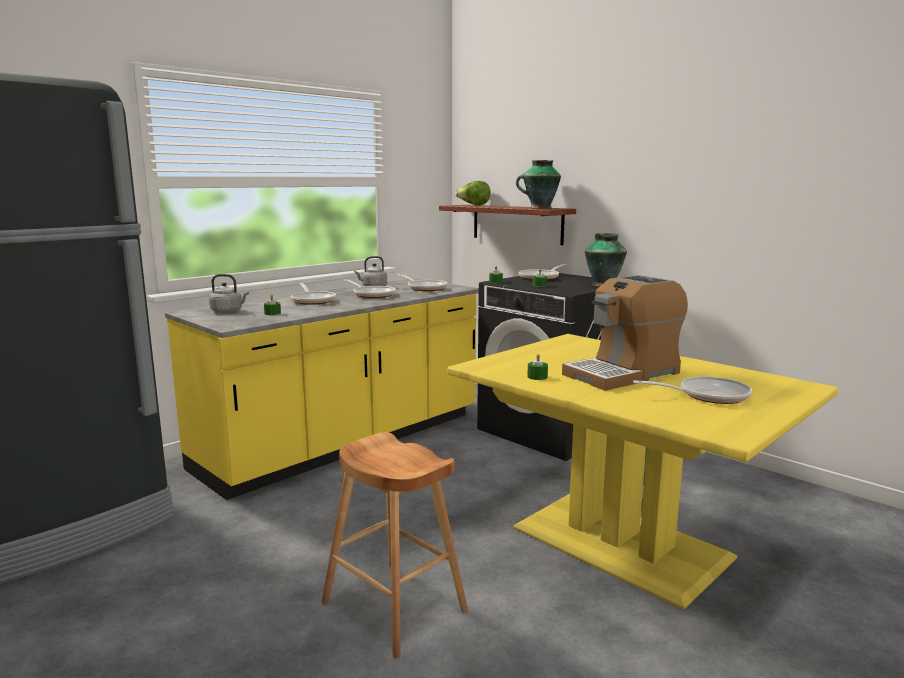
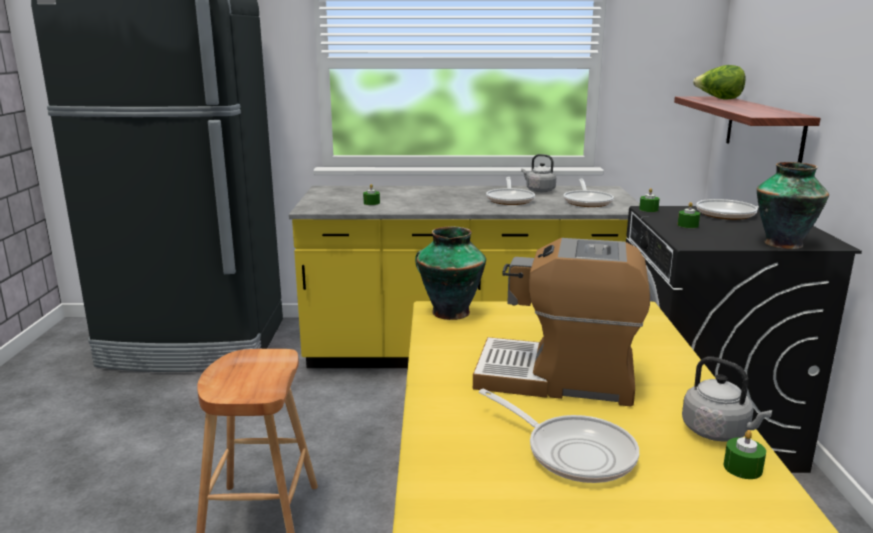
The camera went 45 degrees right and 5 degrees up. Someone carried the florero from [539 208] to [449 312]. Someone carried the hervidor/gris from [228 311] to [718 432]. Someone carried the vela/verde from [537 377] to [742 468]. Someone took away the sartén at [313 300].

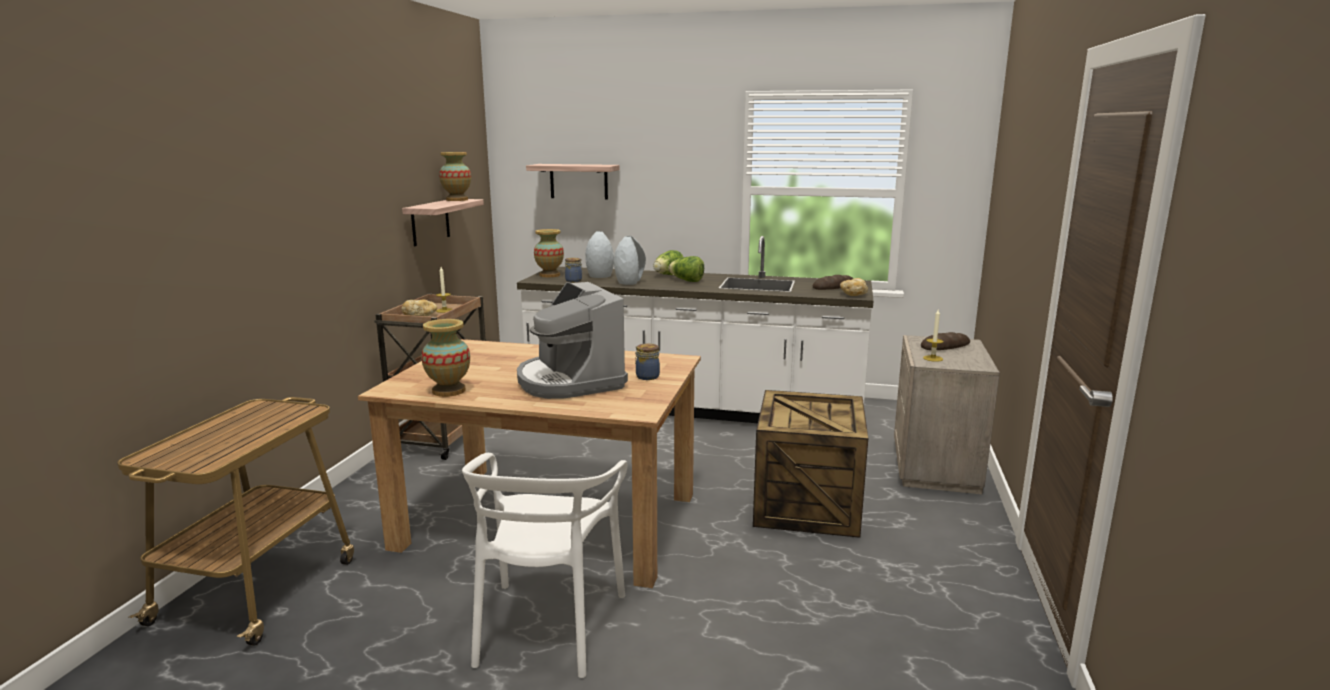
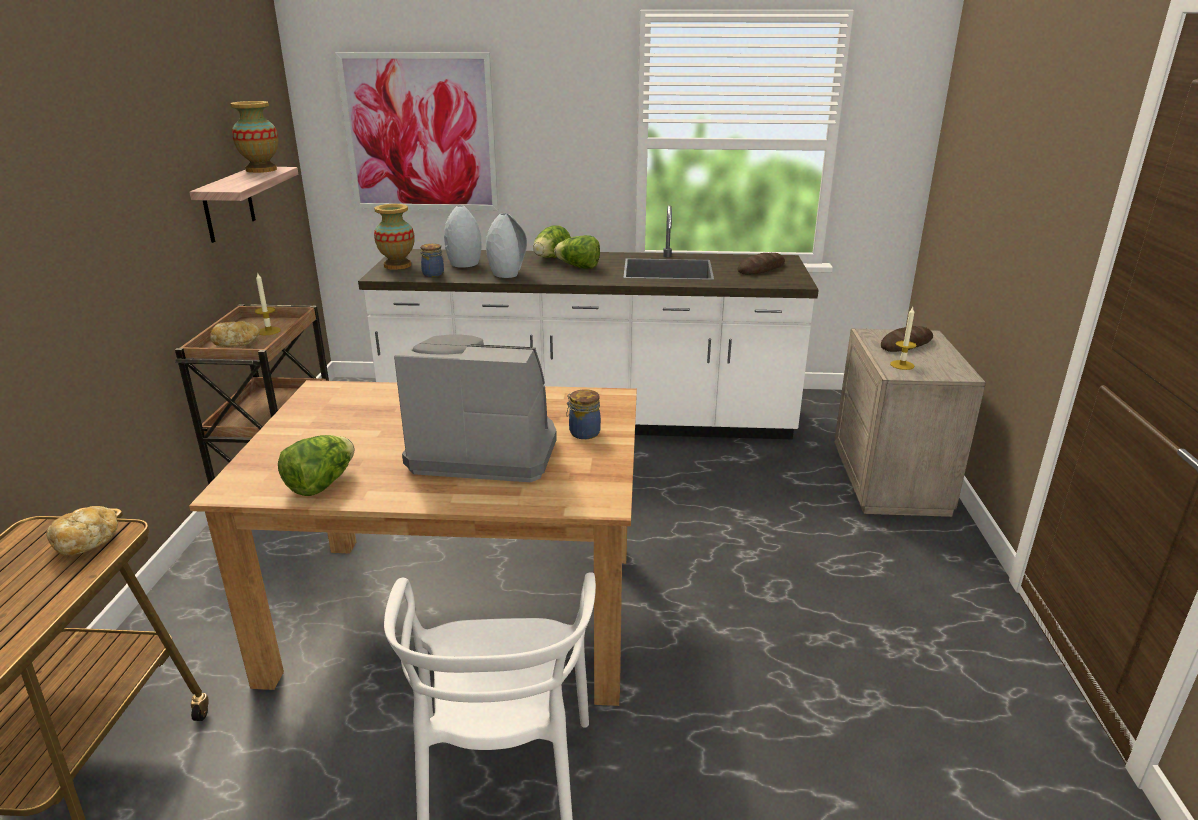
The camera went 10 degrees left and 10 degrees up. Someone carried the pan from [853 295] to [87 543]. Someone swapped the florero at [448 391] for the lechuga at [321 484]. Someone swapped the estante at [578 181] for the cuadro at [420 133]. Someone rotated the cafetera at [569 381] by 135 degrees clockwise. Someone took away the caja de embalaje at [805 503].

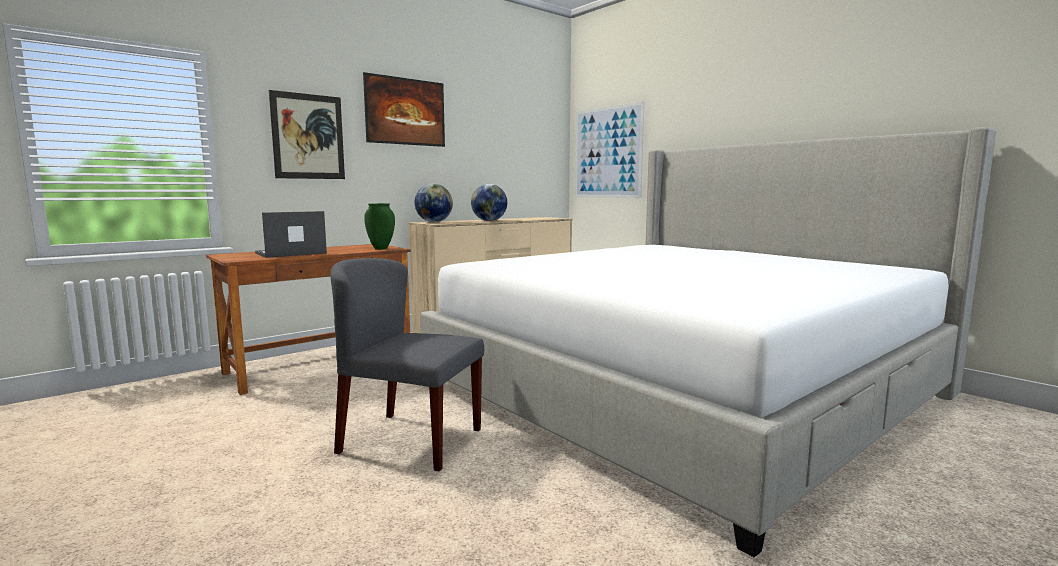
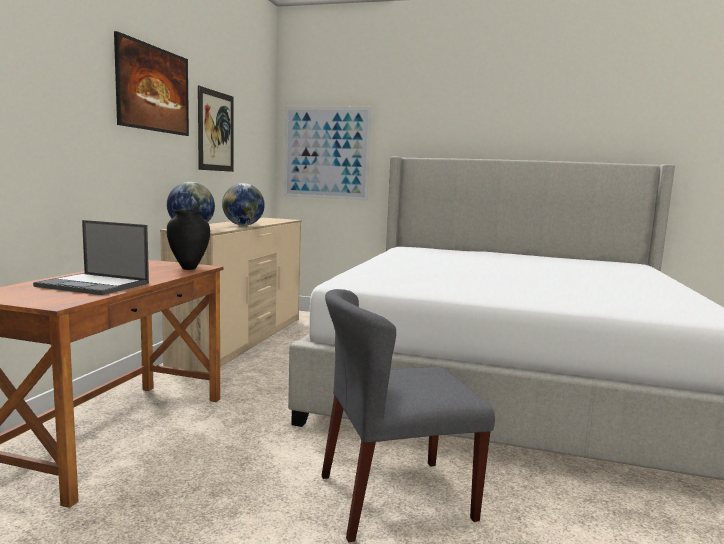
The camera went 35 degrees left and 0 degrees up. Someone rotated the portátil at [290 253] by 90 degrees counterclockwise. Someone repainted the florero/verde at [380 249], which became the florero/negro at [188 268]. Someone carried the cuadro from [308 136] to [216 131].

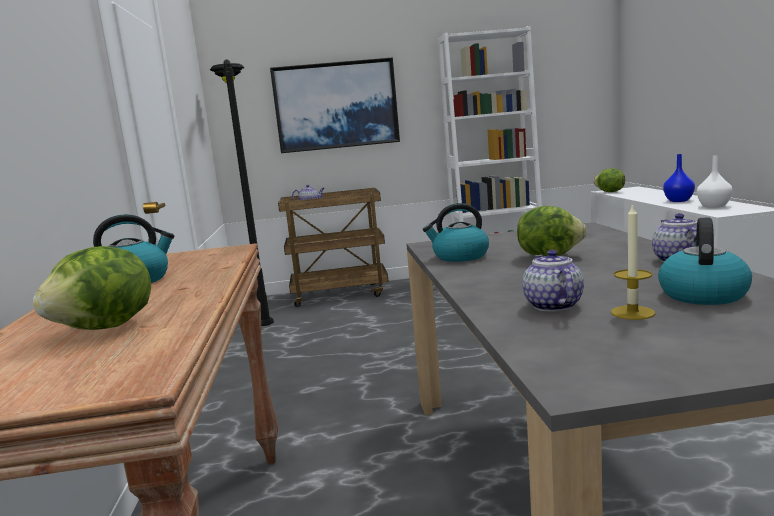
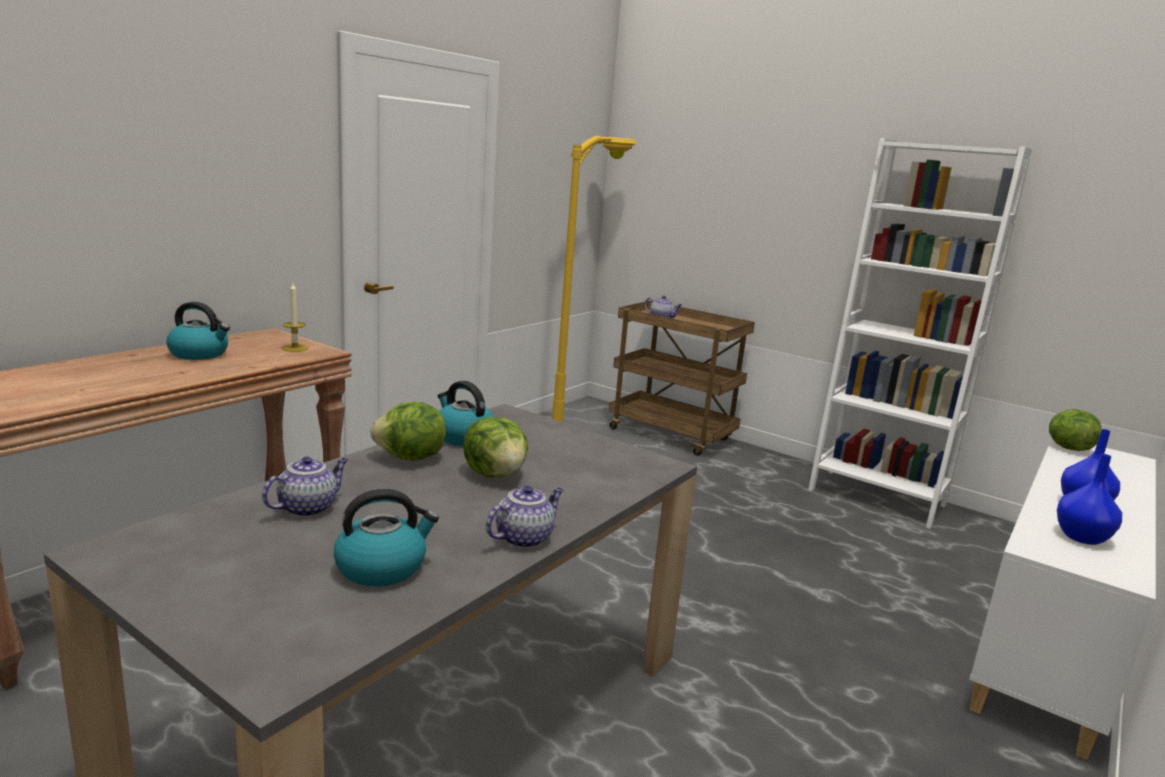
The camera went 40 degrees right and 5 degrees up. Someone carried the vela from [632 312] to [295 348]. Someone carried the lechuga from [107 328] to [410 458]. Someone repainted the lámpara de pie/negro at [262 309], which became the lámpara de pie/amarillo at [584 416]. Someone repainted the florero/blanco at [713 206], which became the florero/azul at [1082 537]. Someone took away the cuadro at [336 106].

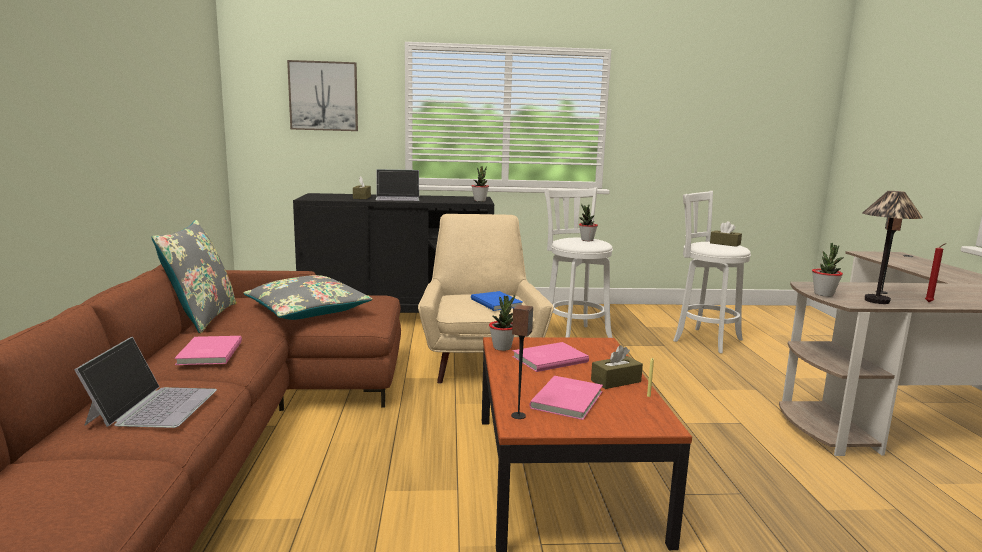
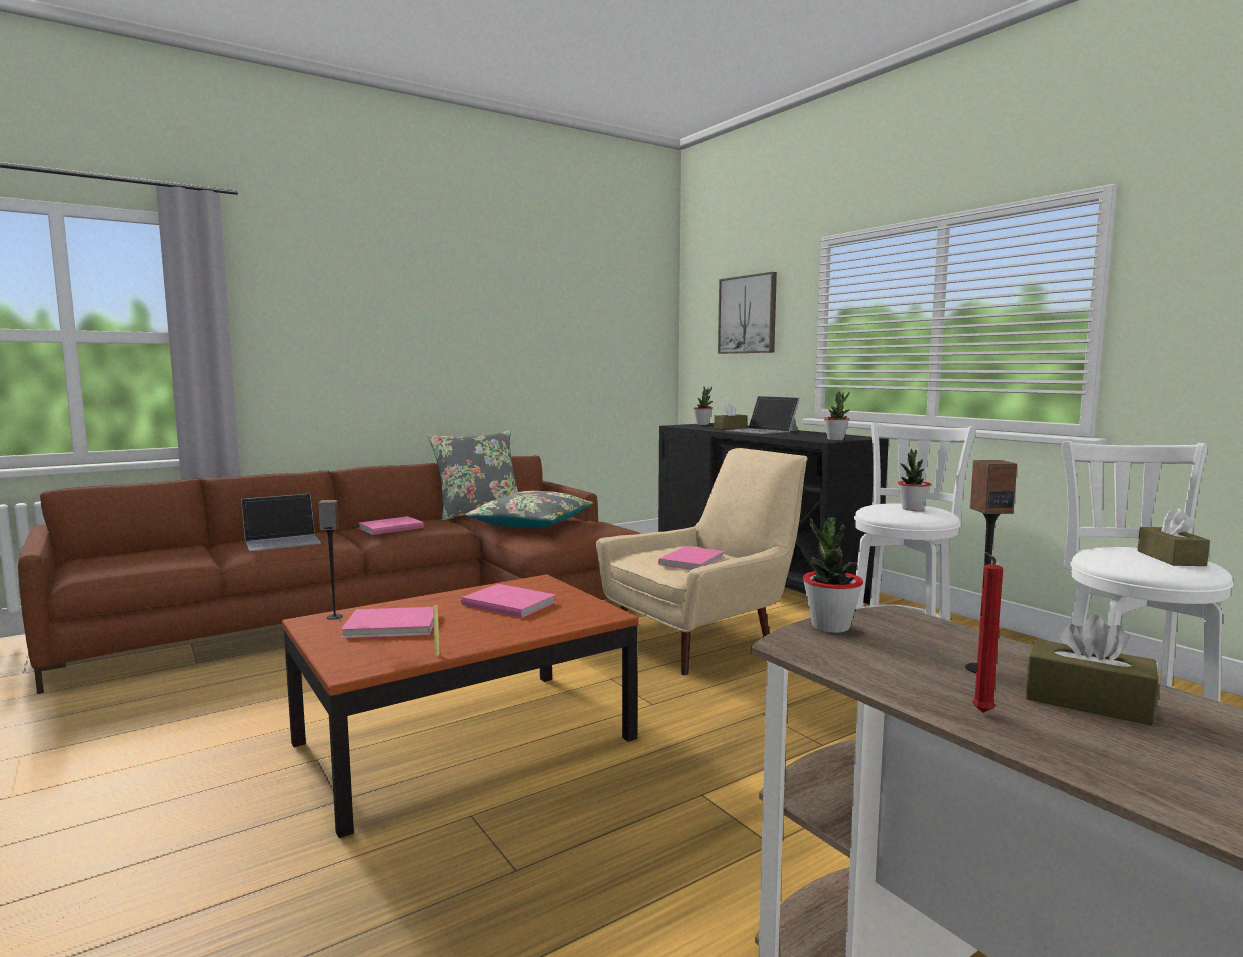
The camera went 60 degrees right and 5 degrees down. Someone repainted the libro/azul at [497 302], which became the libro/rosa at [694 561]. Someone carried the planta en maceta from [502 347] to [702 424]. Someone carried the caja de pañuelos/marrón from [616 381] to [1088 701]. Someone took away the lámpara de mesa at [877 301].

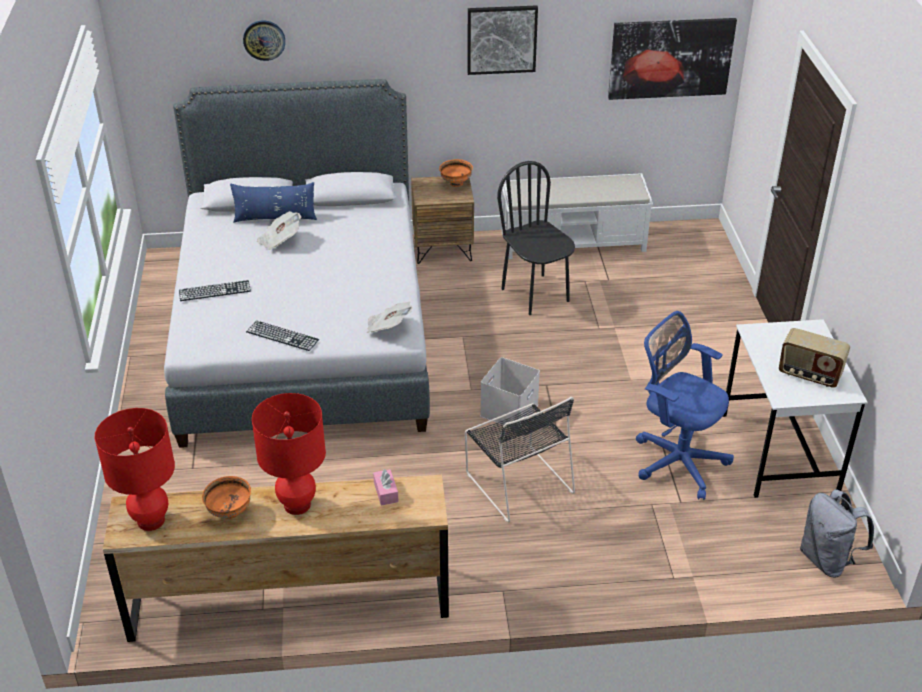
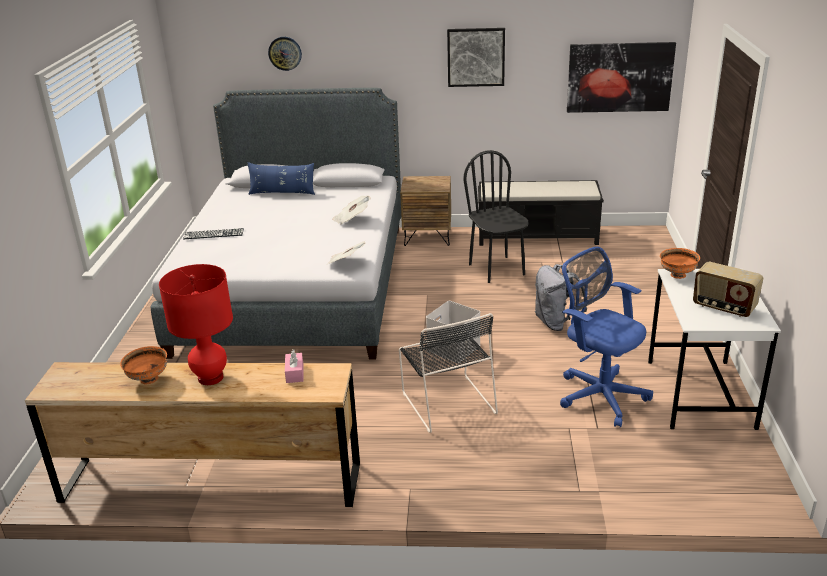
The camera went 10 degrees right and 10 degrees down. Someone carried the periódico from [280 240] to [351 219]. Someone repainted the banco/blanco at [574 242], which became the banco/negro at [538 236]. Someone carried the mochila/gris from [827 560] to [556 323]. Someone carried the cuenco/naranja from [456 184] to [677 275]. Someone took away the lámpara de mesa/rojo at [151 520]. Someone took away the teclado at [282 336].

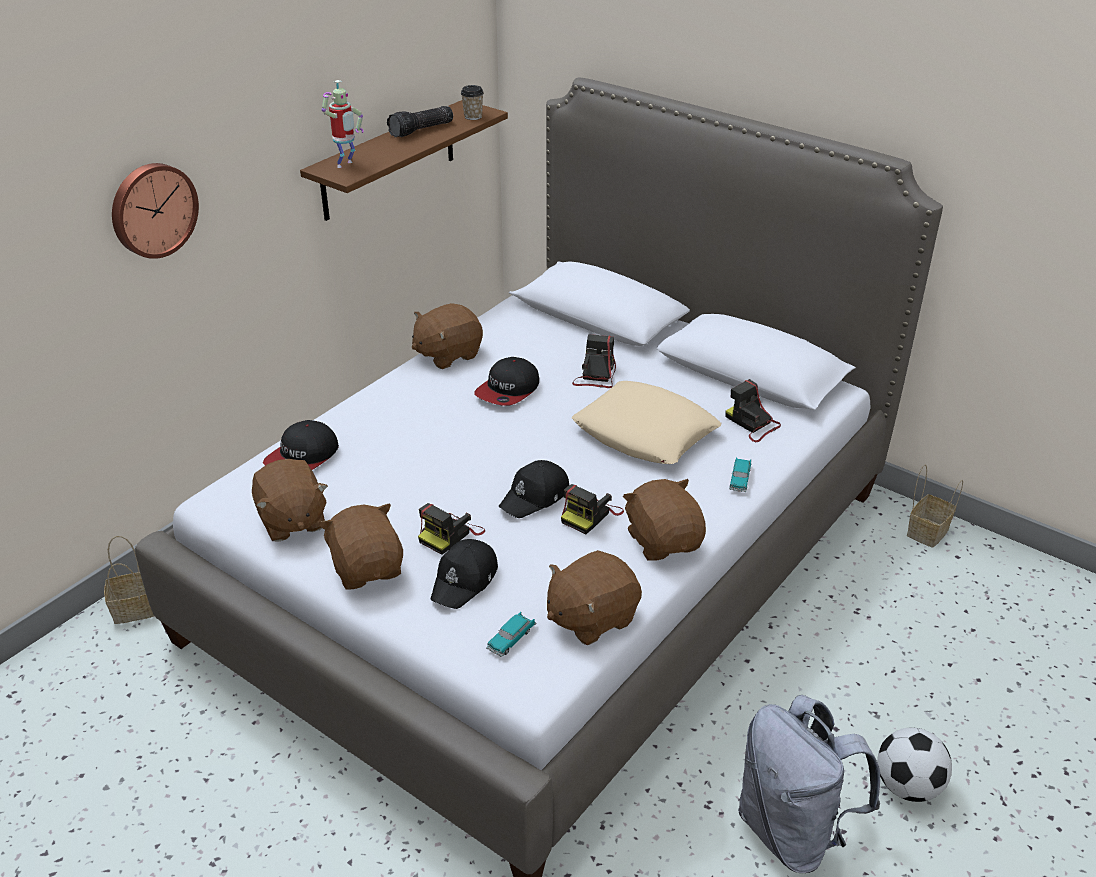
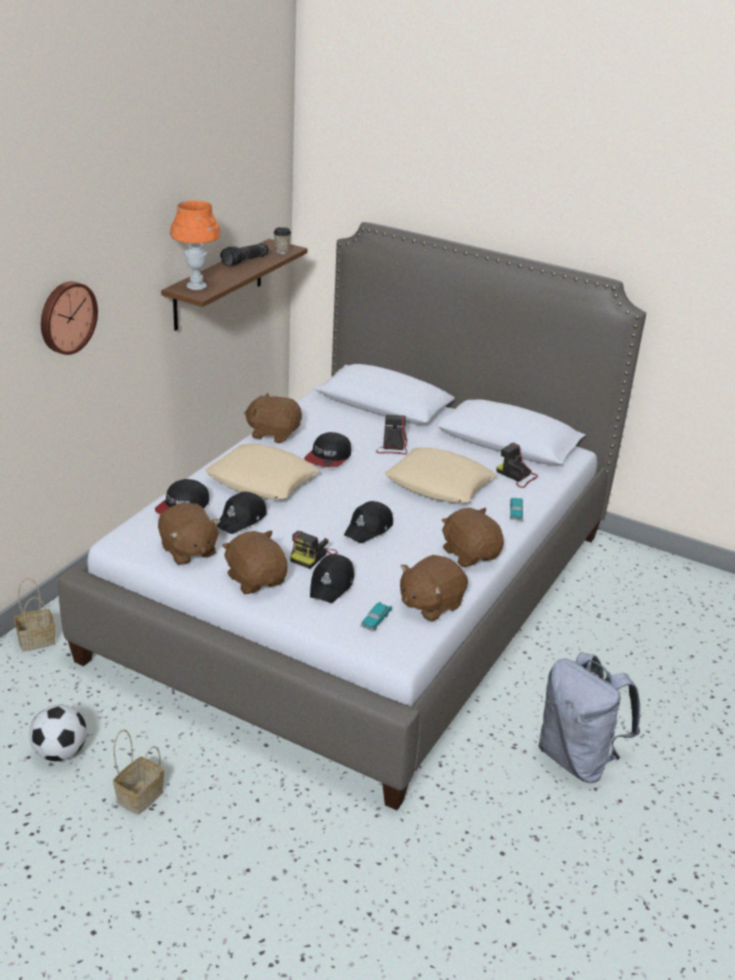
The camera went 10 degrees left and 5 degrees down. Someone carried the balón de fútbol from [907 786] to [60 753]. Someone carried the cesta from [927 531] to [140 795]. Someone swapped the robot de juguete at [346 165] for the lámpara de mesa/naranja at [196 286]. Someone put down the cojín/beis at [262 480]. Someone put down the gorra/negro at [241 519]. Someone rotated the peluche/marrón at [447 354] by 60 degrees clockwise. Someone took away the cámara at [590 515].

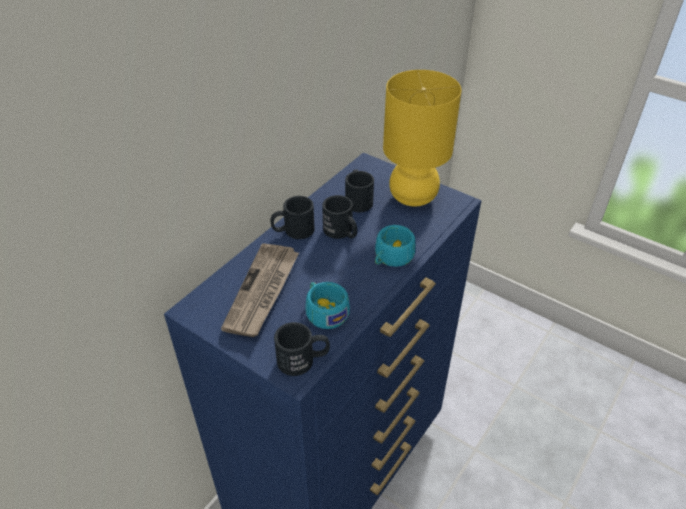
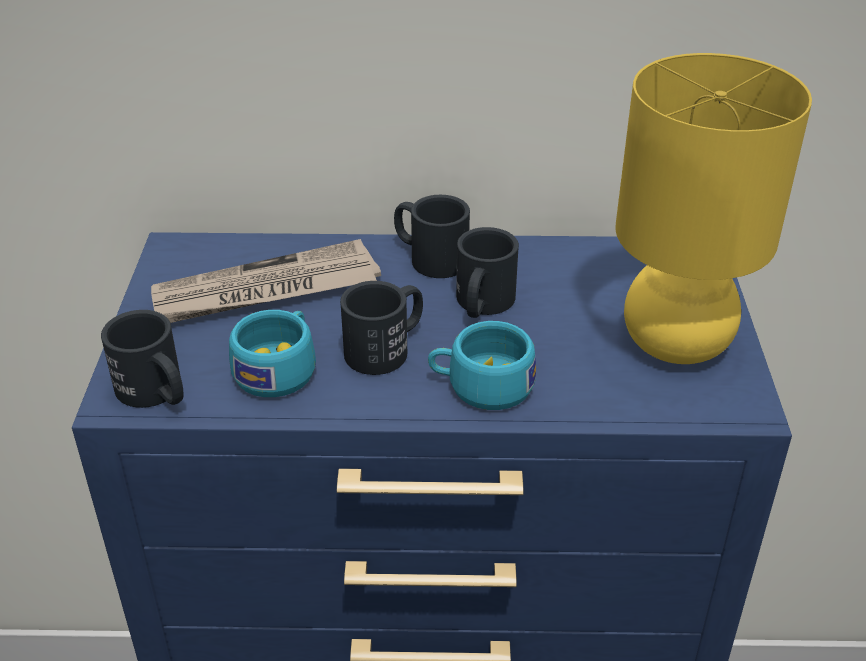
The camera went 55 degrees right and 5 degrees down. Someone carried the taza grande/negro from [357 199] to [386 348].

